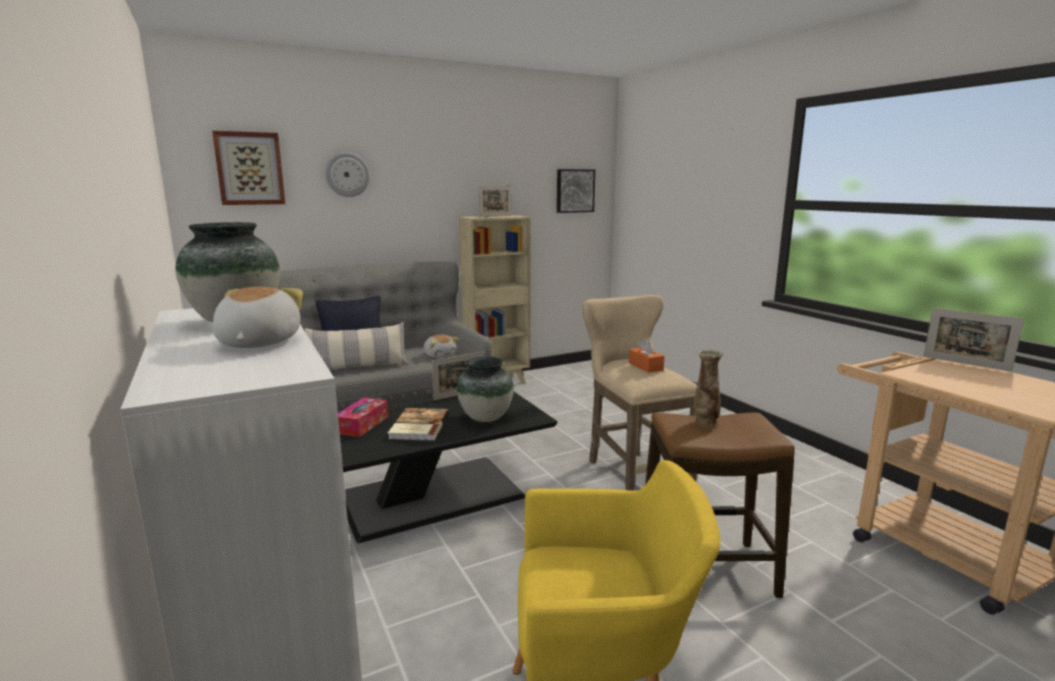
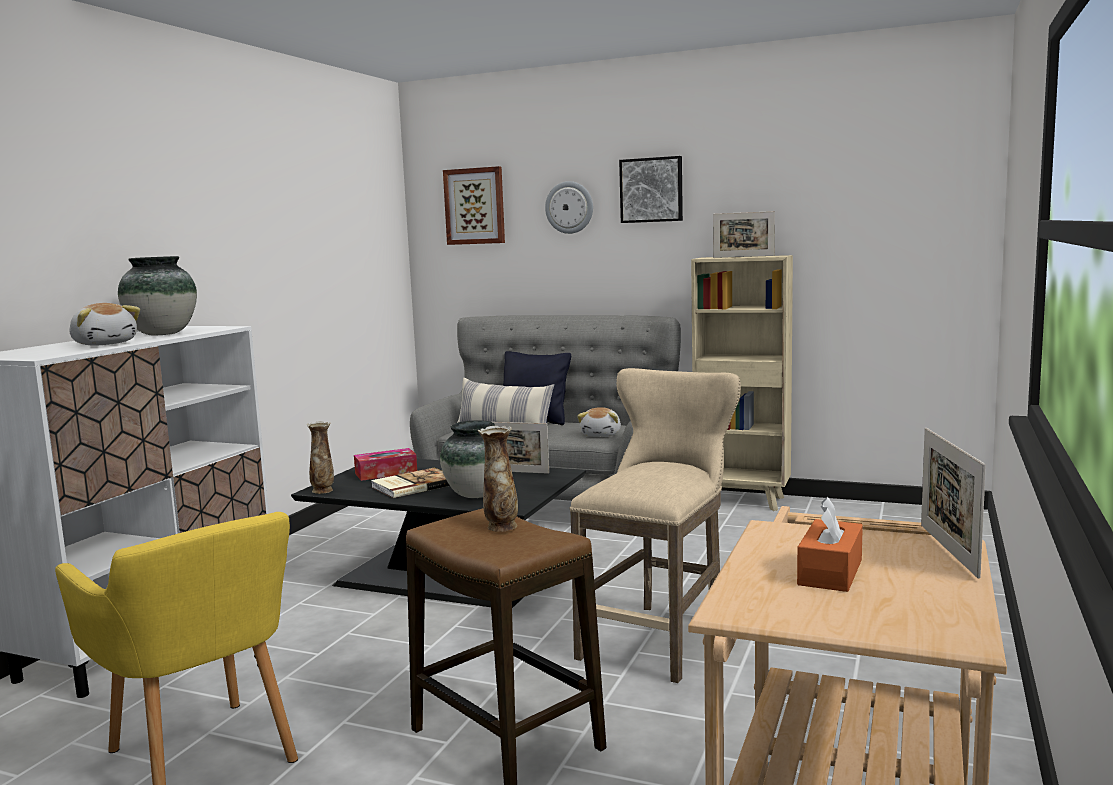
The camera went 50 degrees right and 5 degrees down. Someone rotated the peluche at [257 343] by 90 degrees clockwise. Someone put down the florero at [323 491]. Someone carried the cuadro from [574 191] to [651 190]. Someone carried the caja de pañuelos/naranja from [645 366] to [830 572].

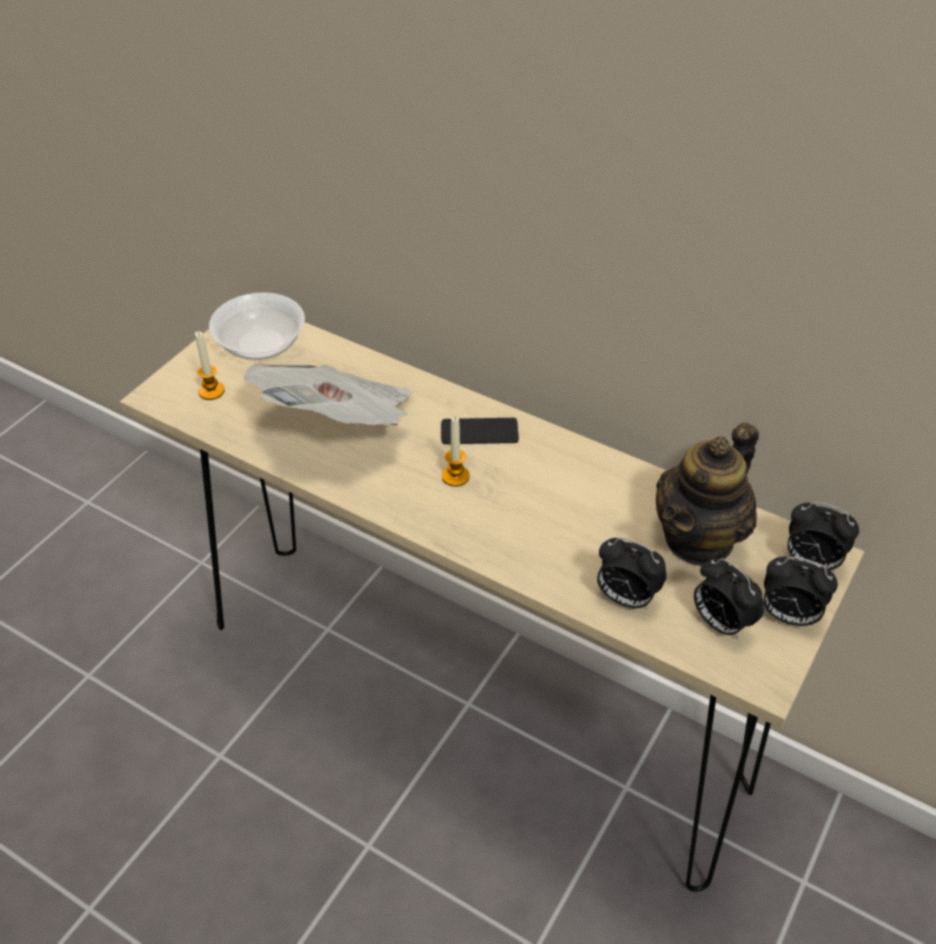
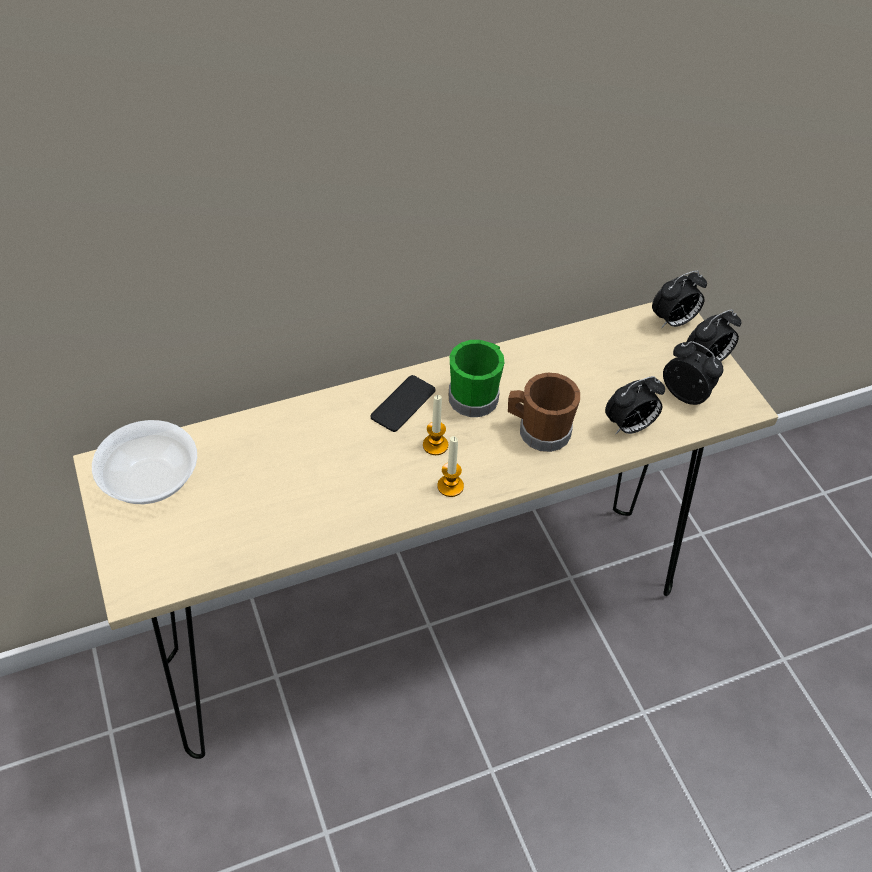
The camera went 55 degrees left and 5 degrees up. Someone carried the vela from [211 391] to [450 486]. Someone put down the taza grande/verde at [476 394]. Someone put down the taza grande/marrón at [538 431]. Someone rotated the despertador at [720 622] by 135 degrees counterclockwise. Someone took away the periódico at [339 424]. Someone took away the tetera at [699 539].

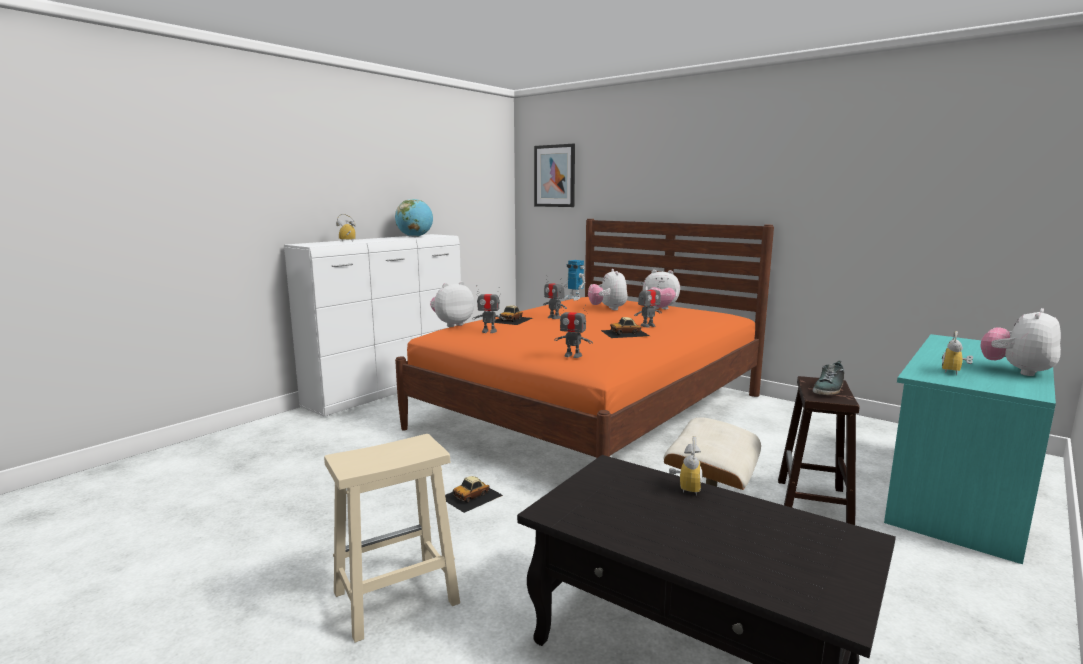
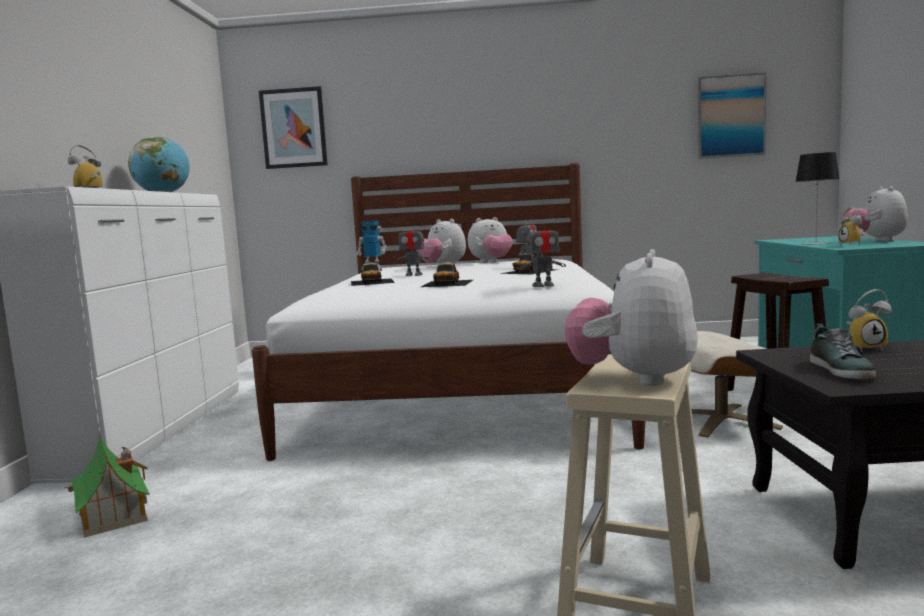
The camera went 35 degrees left and 5 degrees down. Someone put down the casita at [112 513]. Someone repainted the cama/naranja at [592 411], which became the cama/blanco at [465 387]. Someone carried the coche de juguete from [471 496] to [448 283]. Someone carried the peluche from [452 324] to [633 379]. Someone put up the cuadro at [730 116]. Someone put down the lámpara de mesa at [816 243]. Someone carried the zapato from [829 389] to [842 370]. Someone rotated the despertador at [684 488] by 105 degrees clockwise. Someone took away the robot de juguete at [489 331].

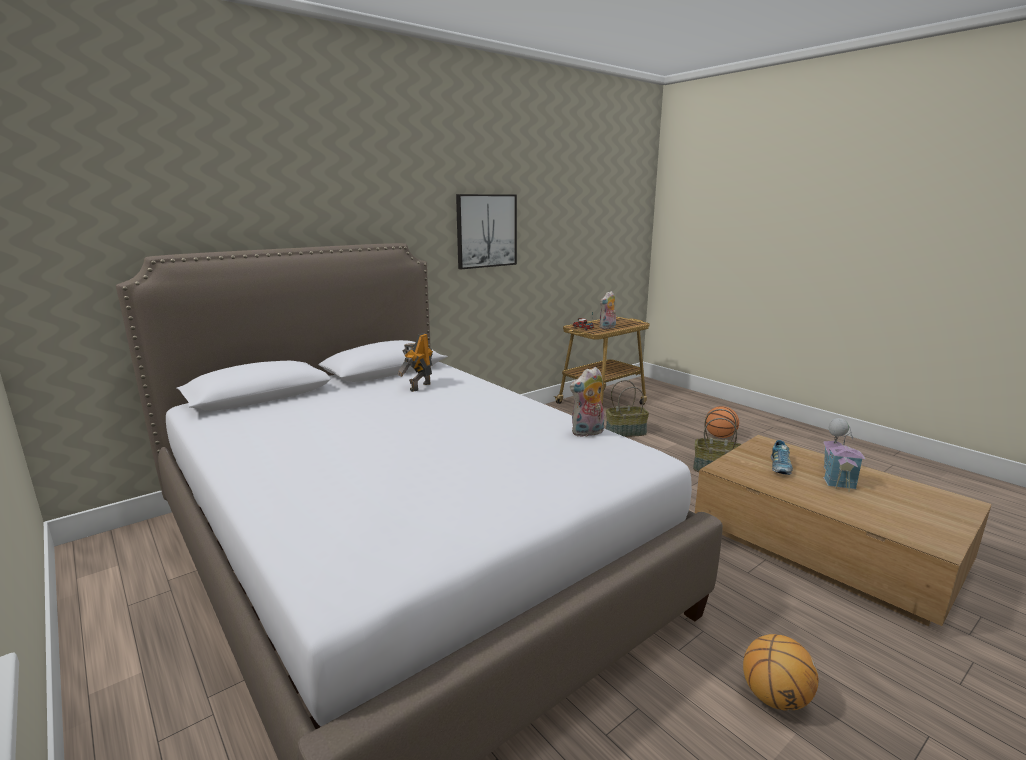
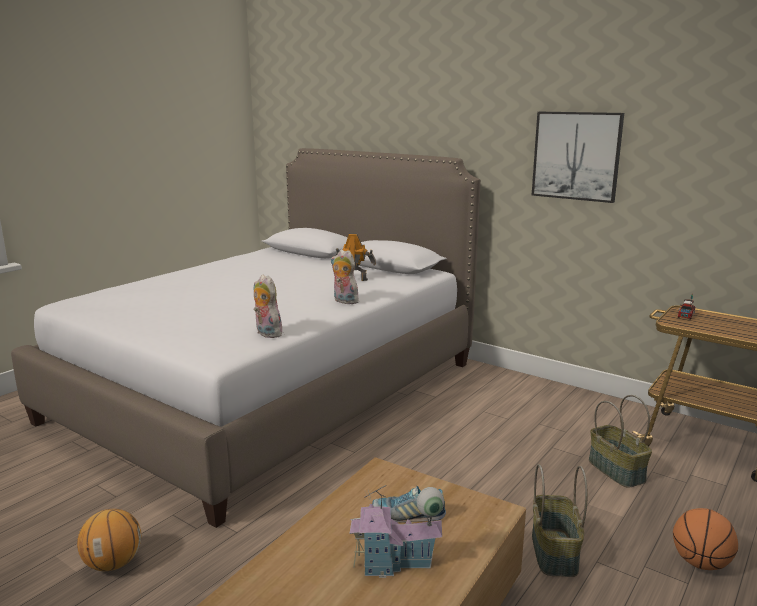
The camera went 75 degrees right and 0 degrees up. Someone carried the peluche from [607 327] to [344 301].

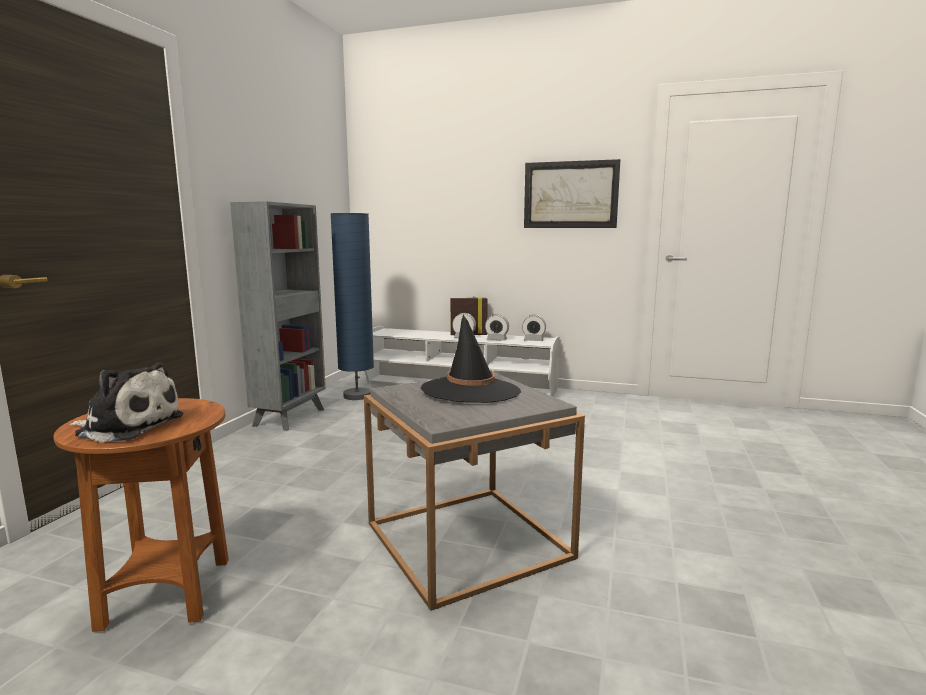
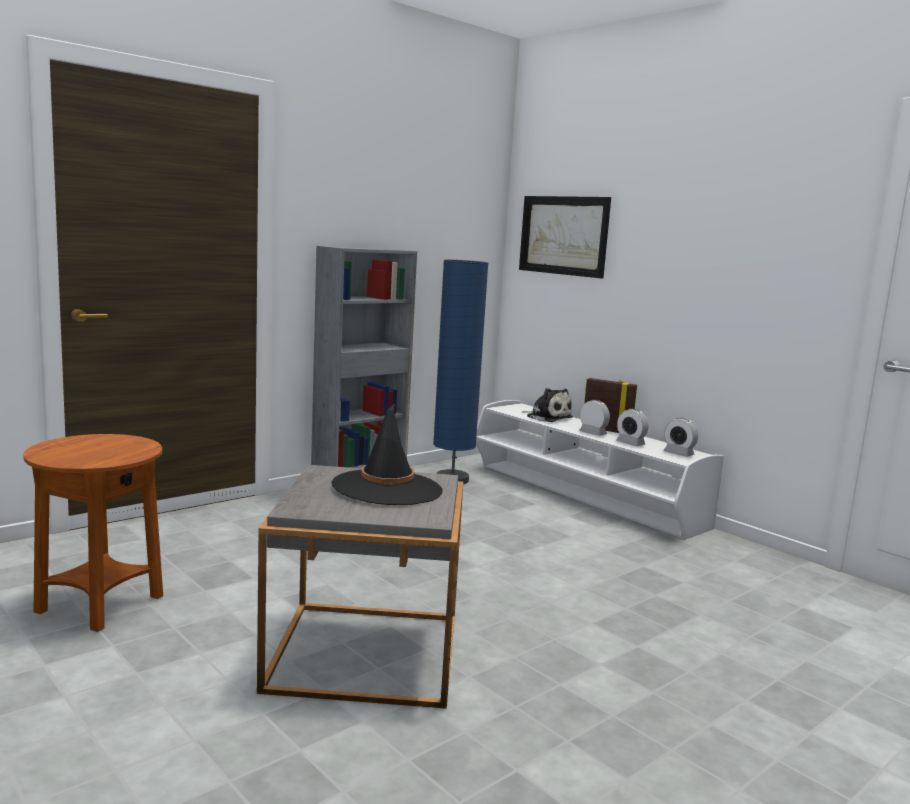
The camera went 30 degrees right and 0 degrees up. Someone carried the cuadro from [570 195] to [564 235]. Someone carried the peluche from [127 426] to [547 417].

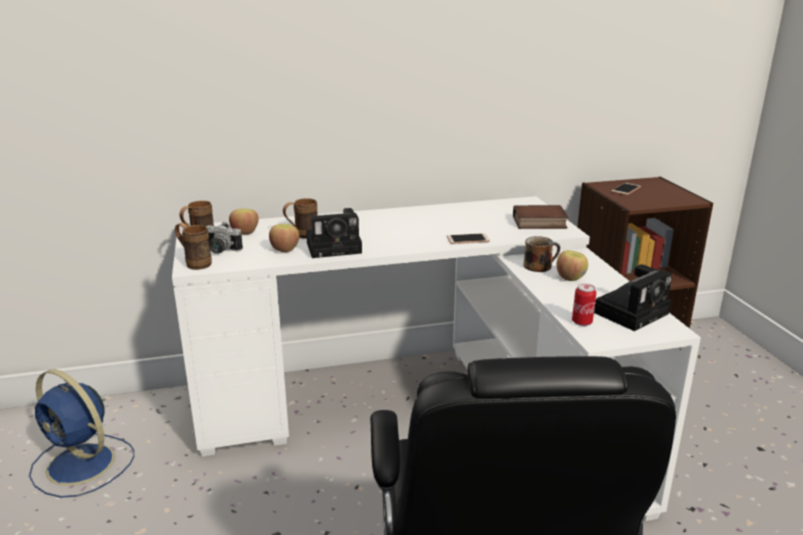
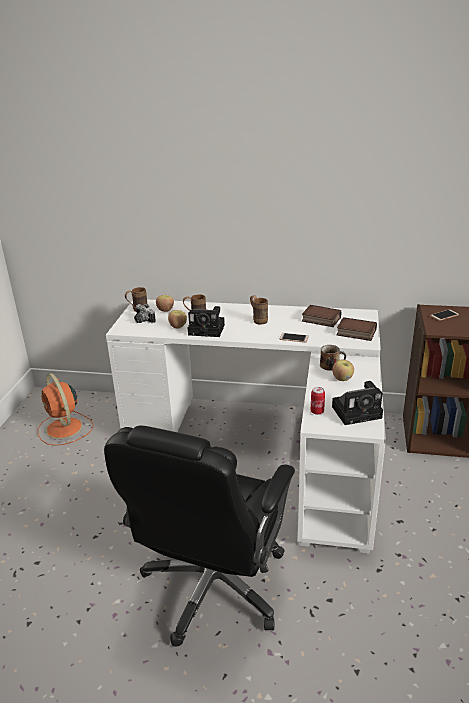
The camera went 25 degrees right and 5 degrees up. Someone repainted the ventilador/azul at [83 465], which became the ventilador/naranja at [65 429]. Someone carried the taza grande/marrón from [194 263] to [258 319]. Someone put down the libro at [320 319].

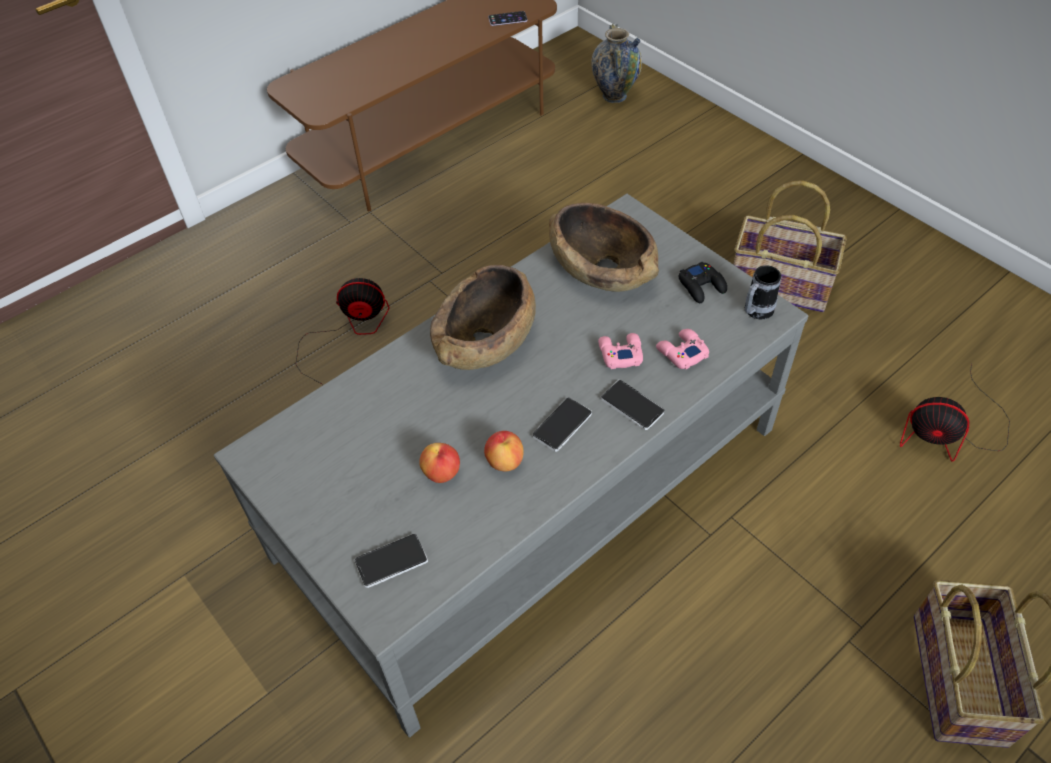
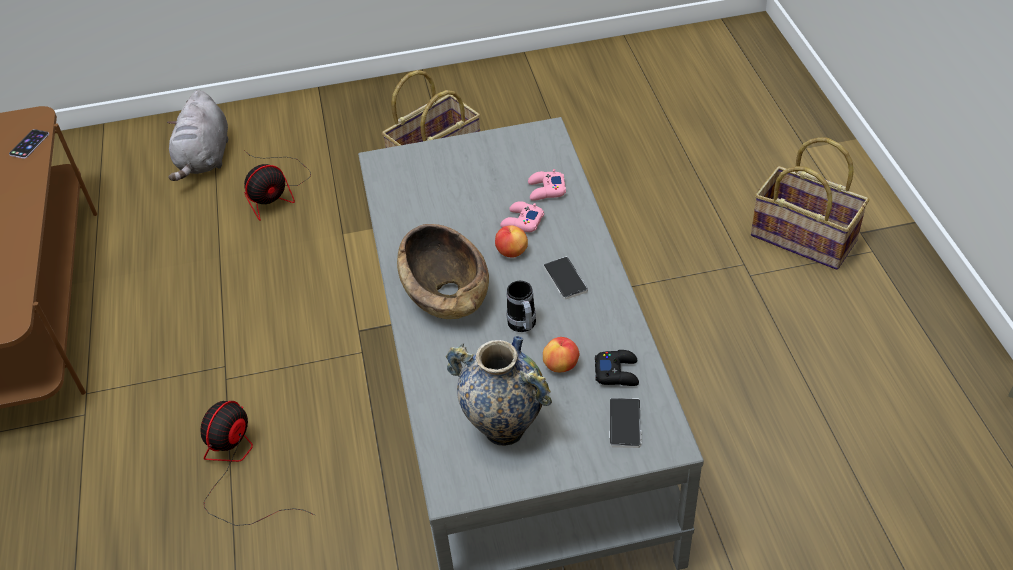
The camera went 60 degrees left and 5 degrees down. Someone put down the peluche/gris at [205 159]. Someone carried the ventilador from [949 433] to [275 192]. Someone carried the florero from [614 95] to [504 428]. Someone carried the manzana from [504 461] to [511 252]. Someone carried the taza grande from [755 313] to [523 326]. Someone carried the mando de consola/negro from [702 286] to [617 372]. Someone took away the cuenco/marrón at [602 268]. Someone took away the móvil at [632 406].

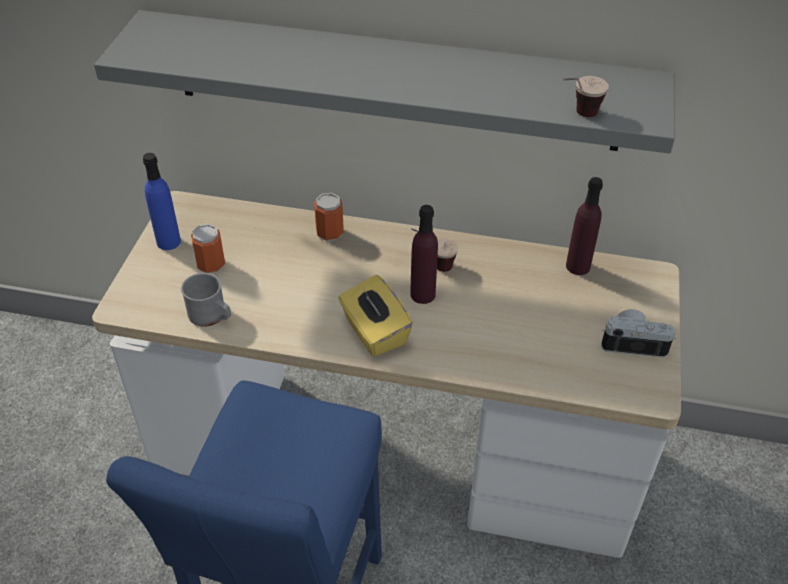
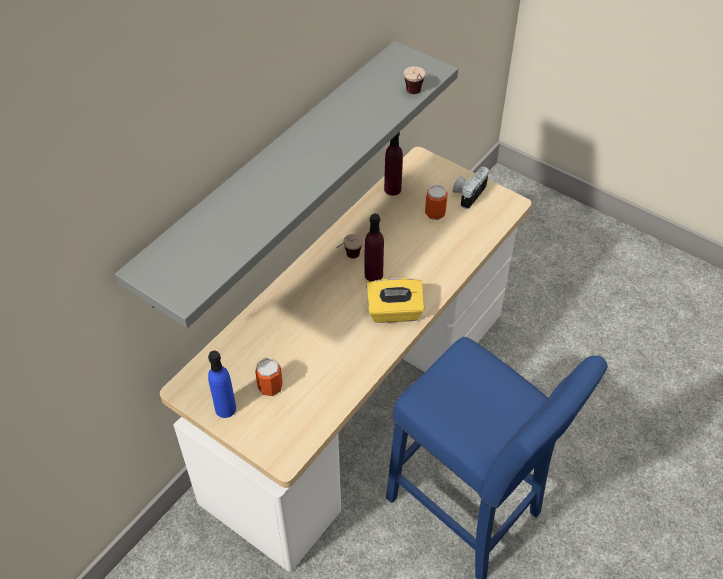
The camera went 65 degrees left and 5 degrees up. Someone carried the lata from [329 232] to [435 213]. Someone took away the taza grande/gris at [211 316].

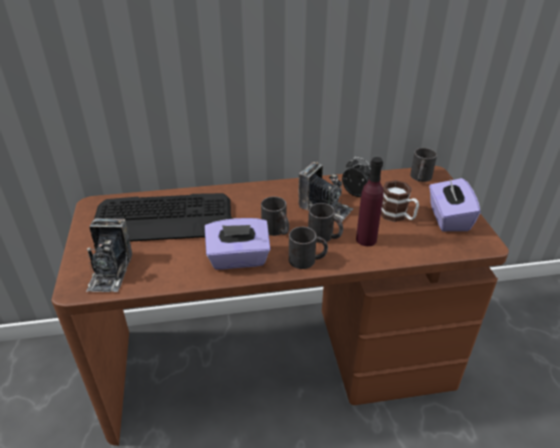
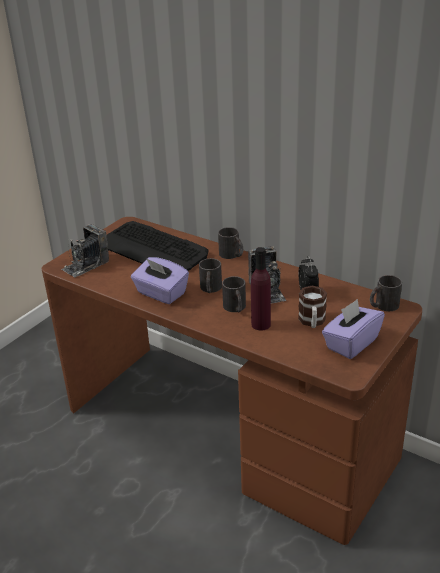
The camera went 45 degrees right and 5 degrees down. Someone carried the taza grande/negro from [307 260] to [232 255].

